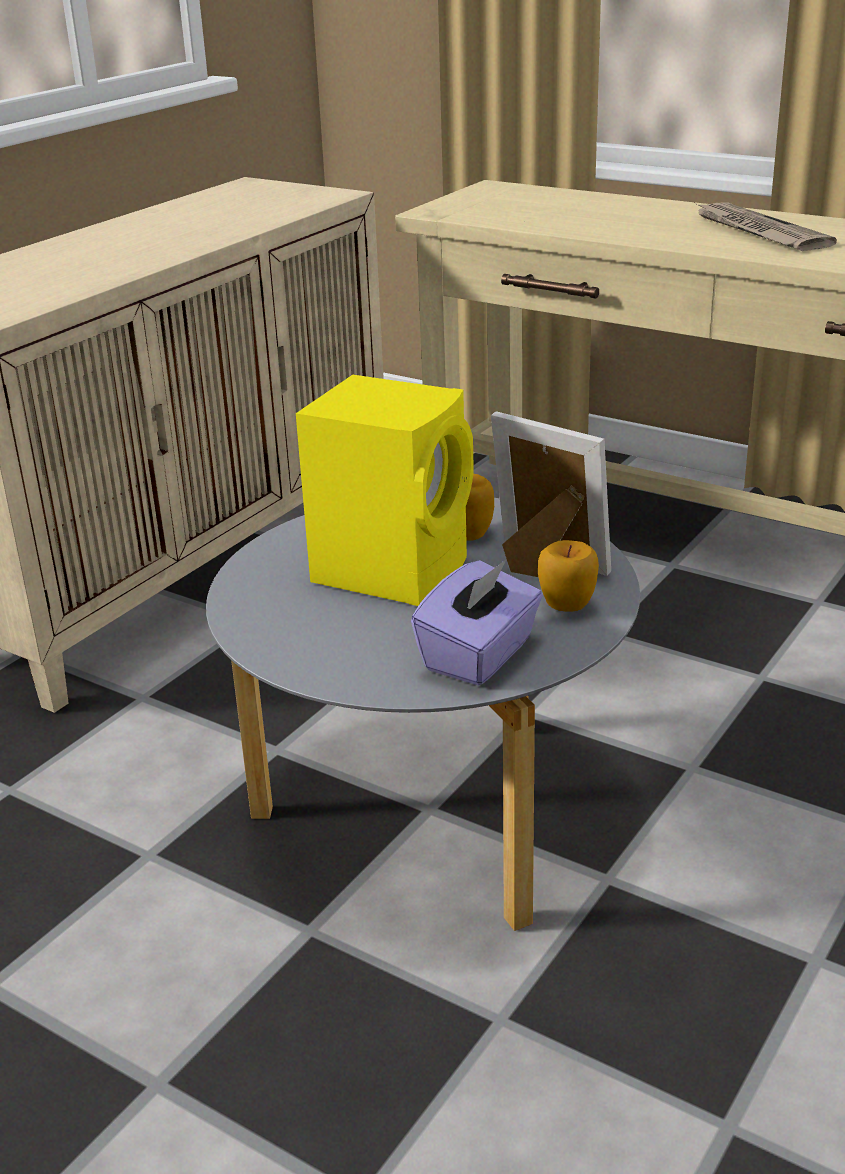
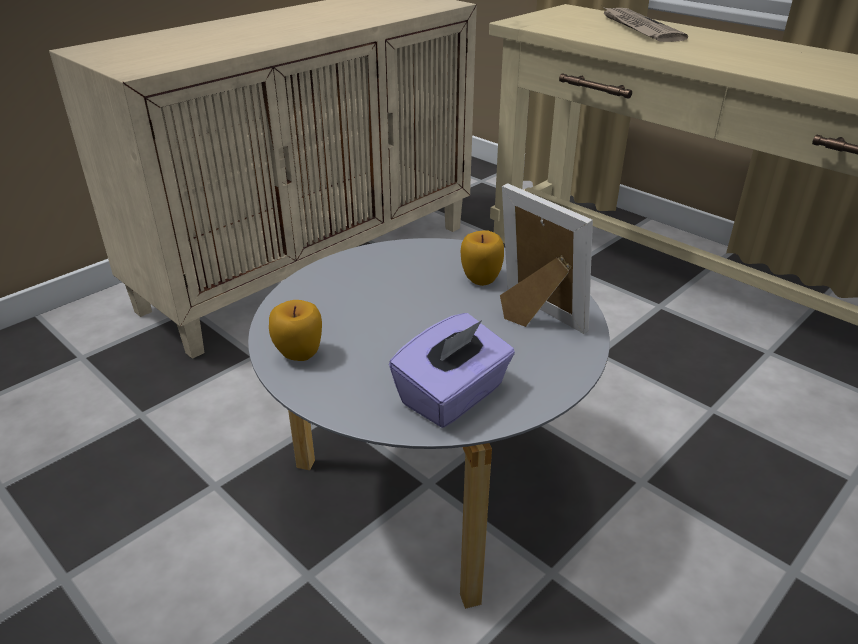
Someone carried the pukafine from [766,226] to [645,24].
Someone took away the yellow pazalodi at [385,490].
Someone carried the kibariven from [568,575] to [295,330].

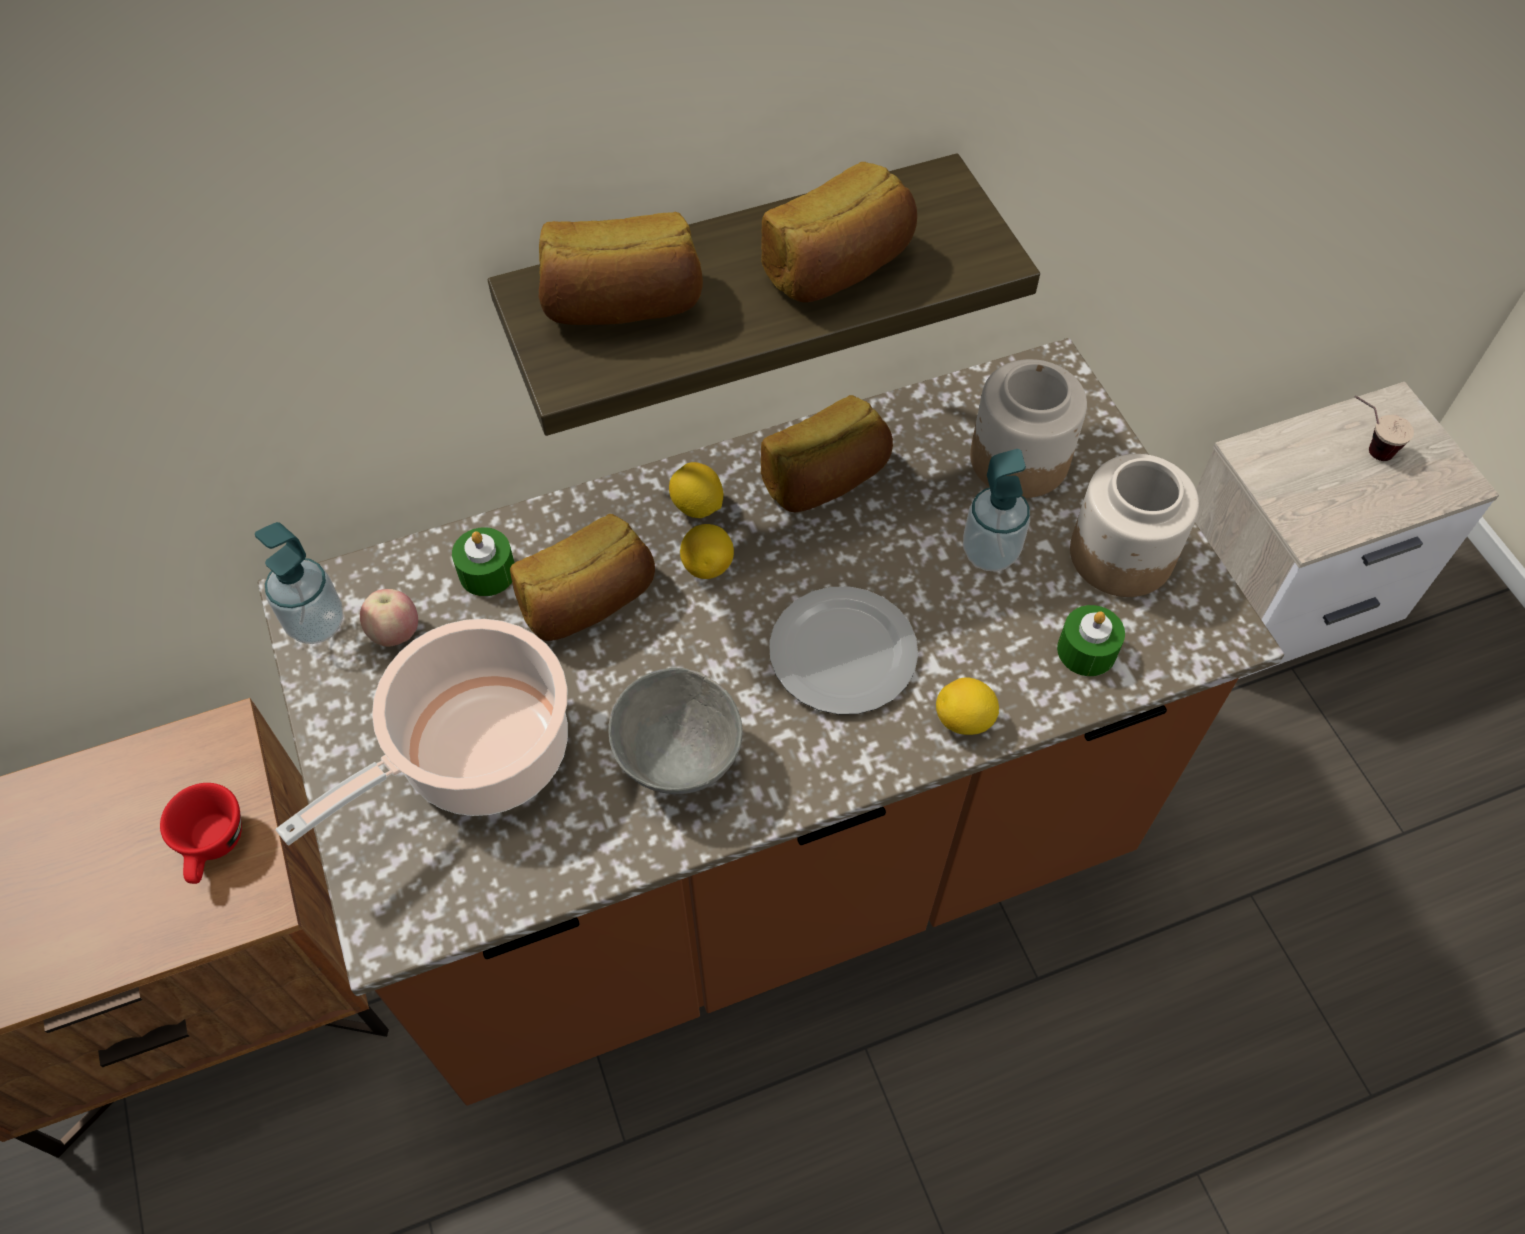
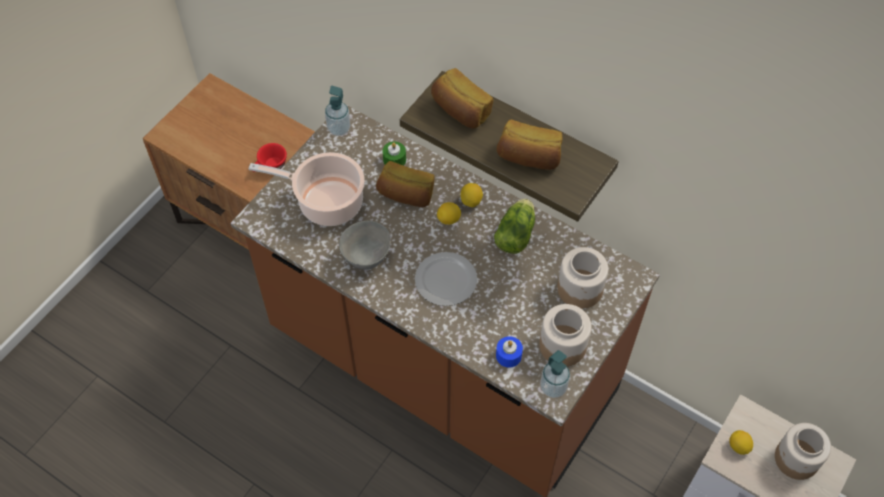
Someone swapped the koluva at [827,454] for the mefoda at [514,226].
Someone swapped the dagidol at [1384,428] for the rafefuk at [803,451].
Someone carried the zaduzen from [996,510] to [555,374].
Someone took away the kibariven at [389,618].
Someone repainted the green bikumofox at [1091,640], which became the blue bikumofox at [509,352].
Someone carried the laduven from [967,706] to [741,442].

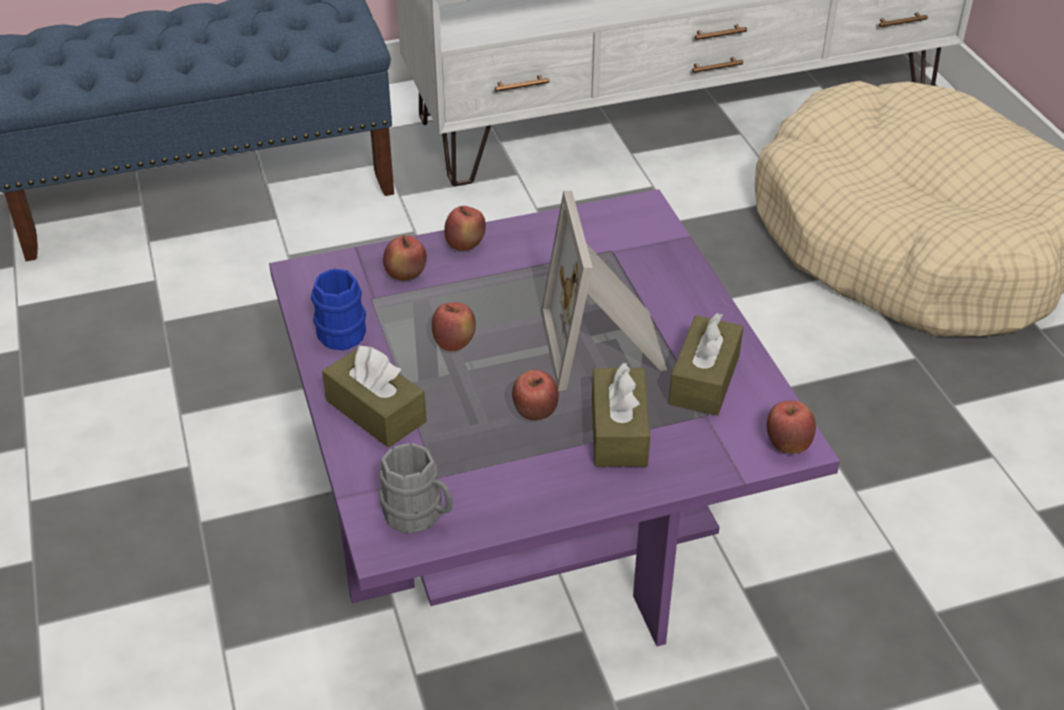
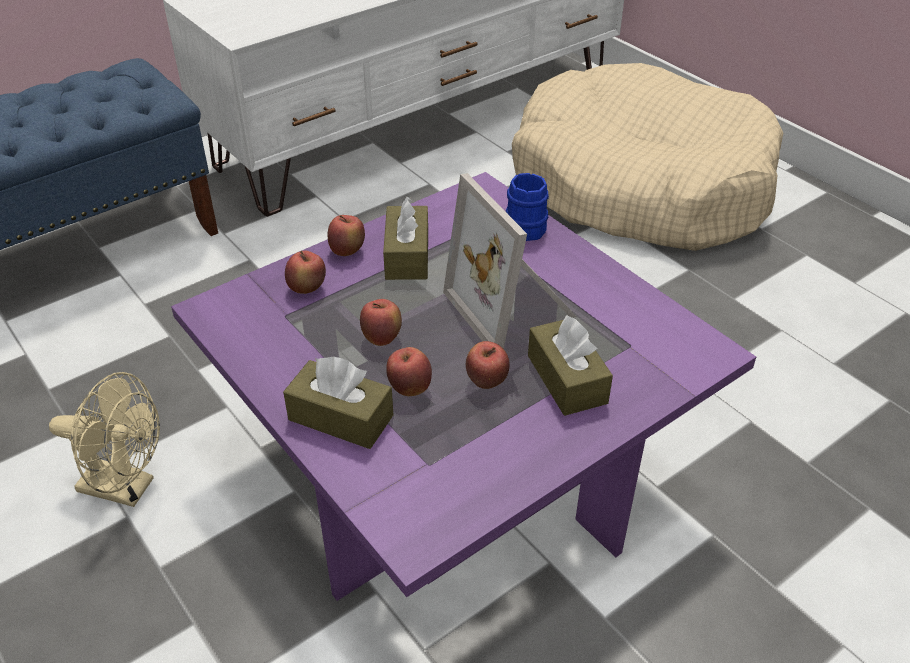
Someone carried the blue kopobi from [338,310] to [527,207].
Someone carried the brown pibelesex from [706,364] to [405,238].
Someone carried the kibariven from [791,427] to [409,371].
Someone took away the grey kopobi at [416,488].
Someone put down the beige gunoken at [104,439].

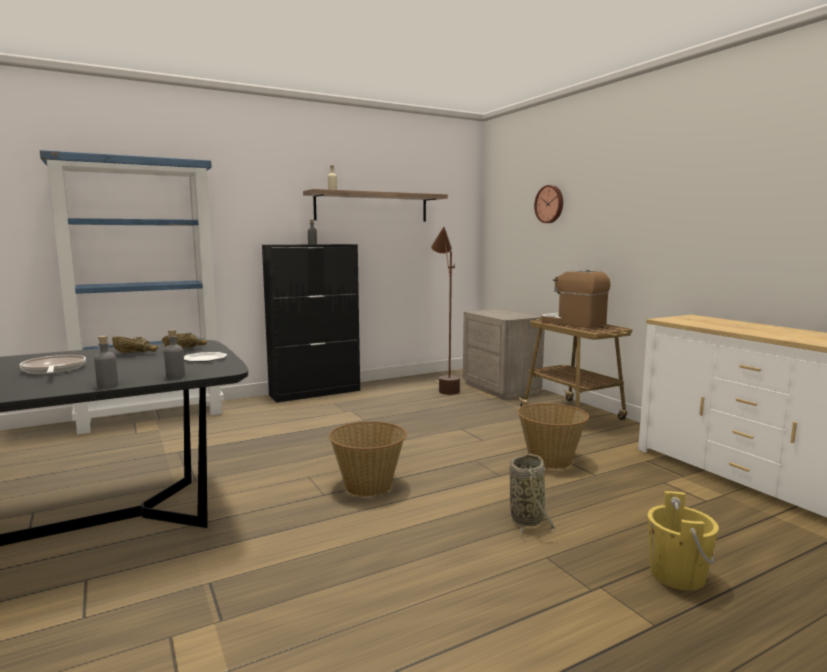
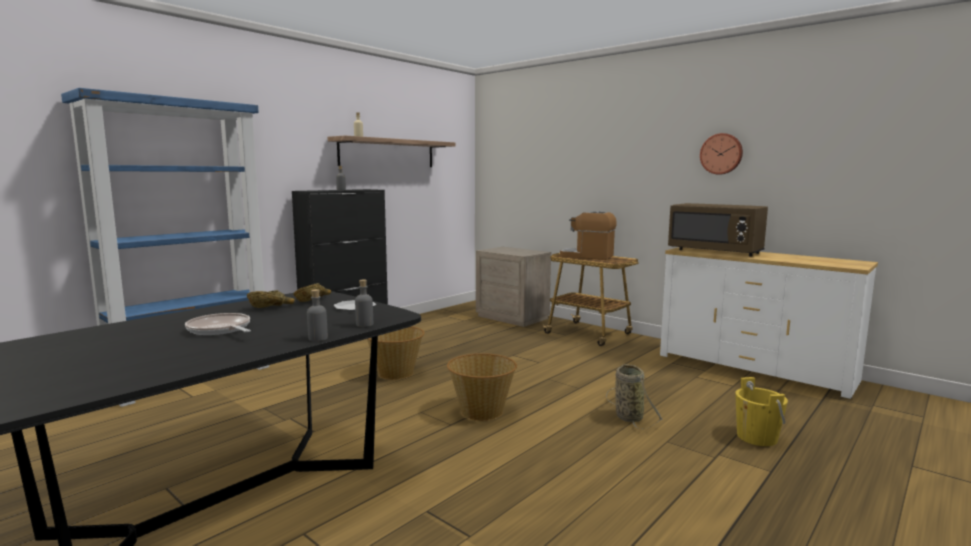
Someone carried the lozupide from [548,204] to [721,153].
Someone took away the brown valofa at [445,311].
Someone carried the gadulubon from [553,436] to [396,353].
Someone put down the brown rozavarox at [718,230].

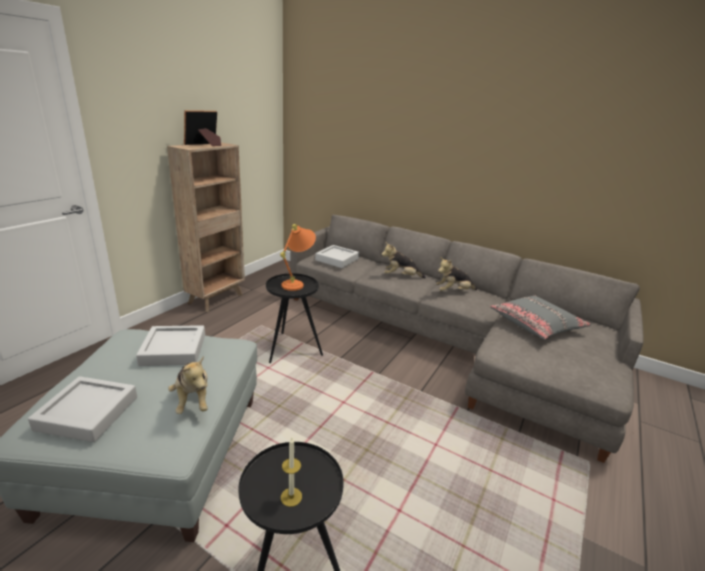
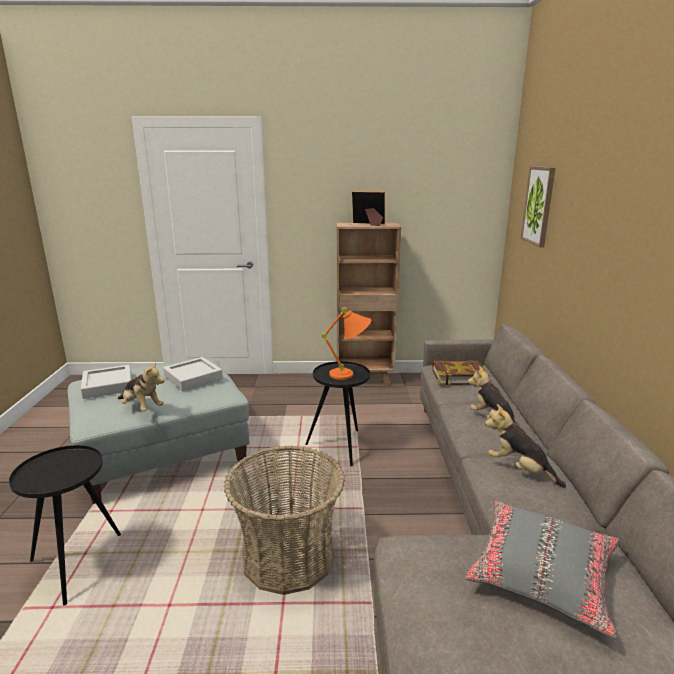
Someone swapped the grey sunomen at [337,256] for the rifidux at [460,372].
Someone rotated the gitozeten at [188,385] by 90 degrees counterclockwise.
Someone took away the bikumofox at [291,472].
Someone put up the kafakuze at [538,207].
Someone put down the gadulubon at [284,520].

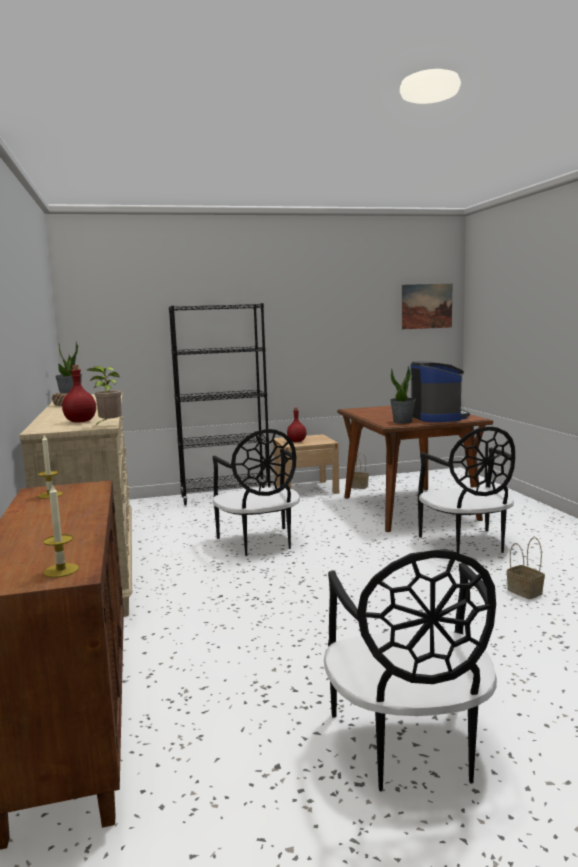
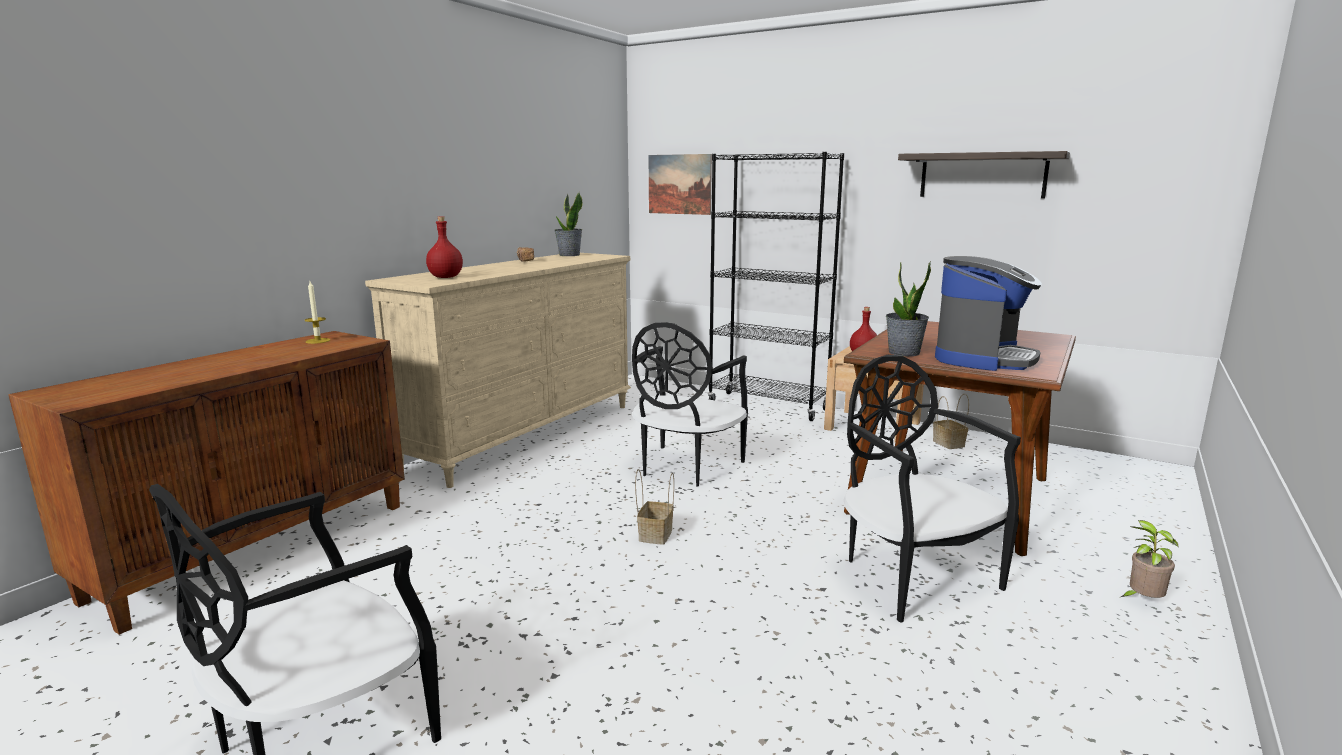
Someone carried the kafakuze from [427,306] to [680,184].
Someone carried the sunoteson from [104,396] to [1148,559].
Someone rotated the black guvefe at [466,490] by 120 degrees clockwise.
Someone took away the bikumofox at [61,531].
Someone carried the gadulubon from [526,568] to [654,507].
Someone put up the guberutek at [984,174].

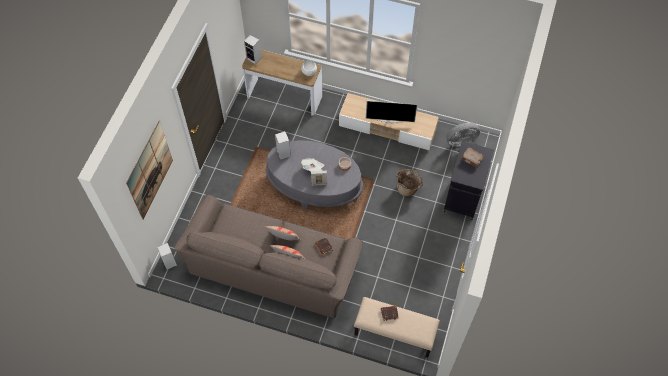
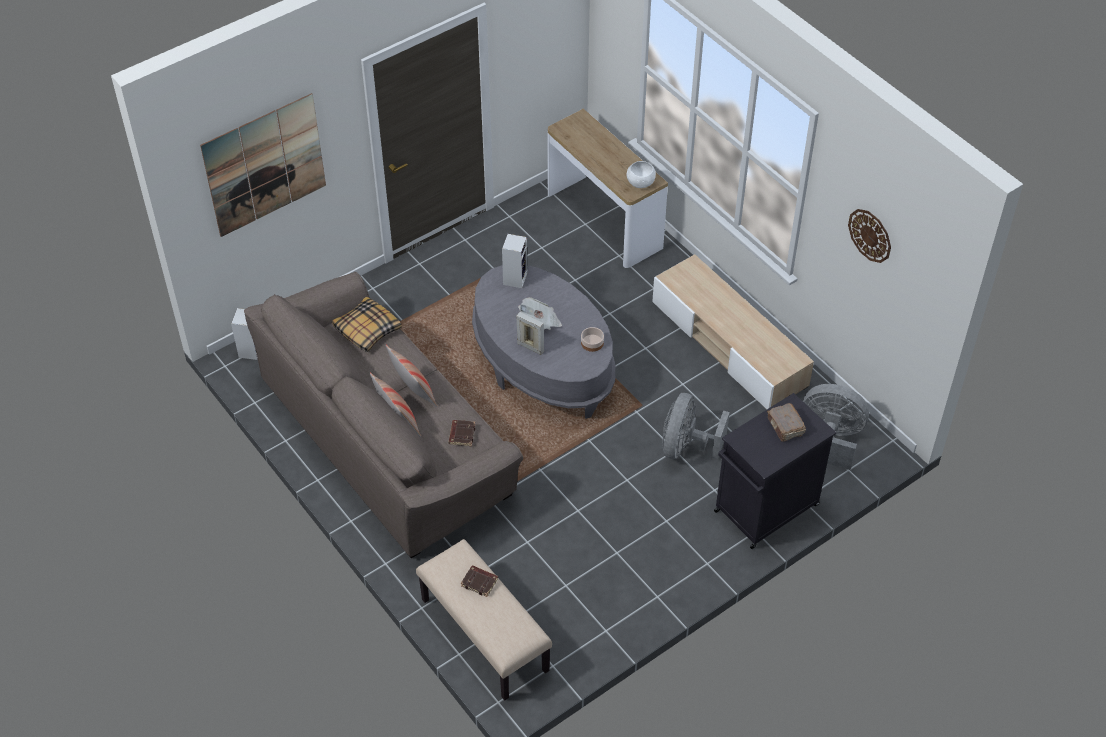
Someone took away the pazalodi at [253,49].
Someone took away the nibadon at [392,112].
Someone swapped the gadulubon at [409,182] for the grey gunoken at [696,426].
Someone put up the lozupide at [869,236].
Someone put down the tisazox at [367,324].

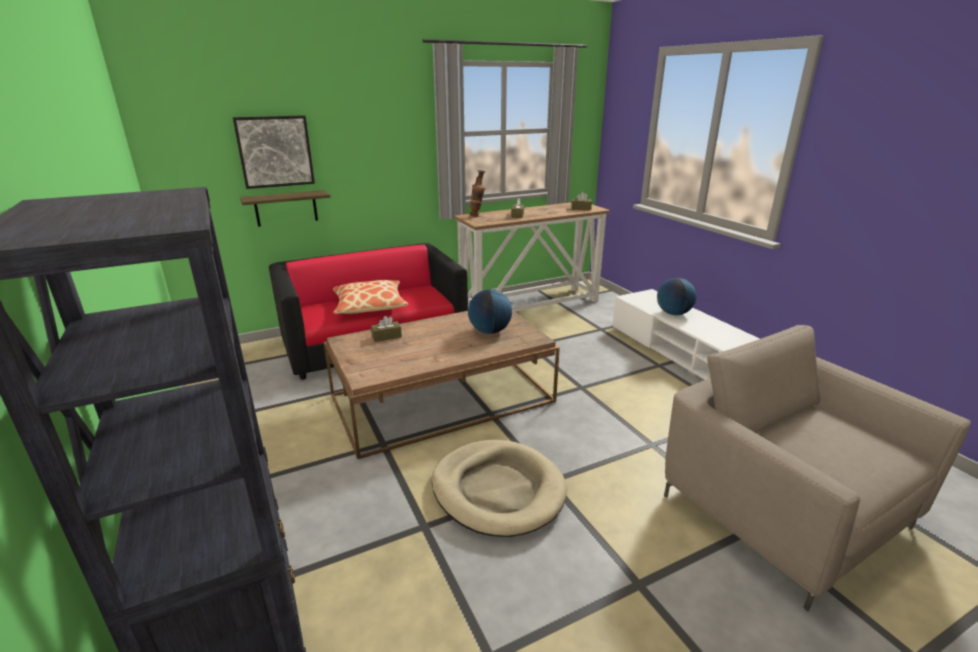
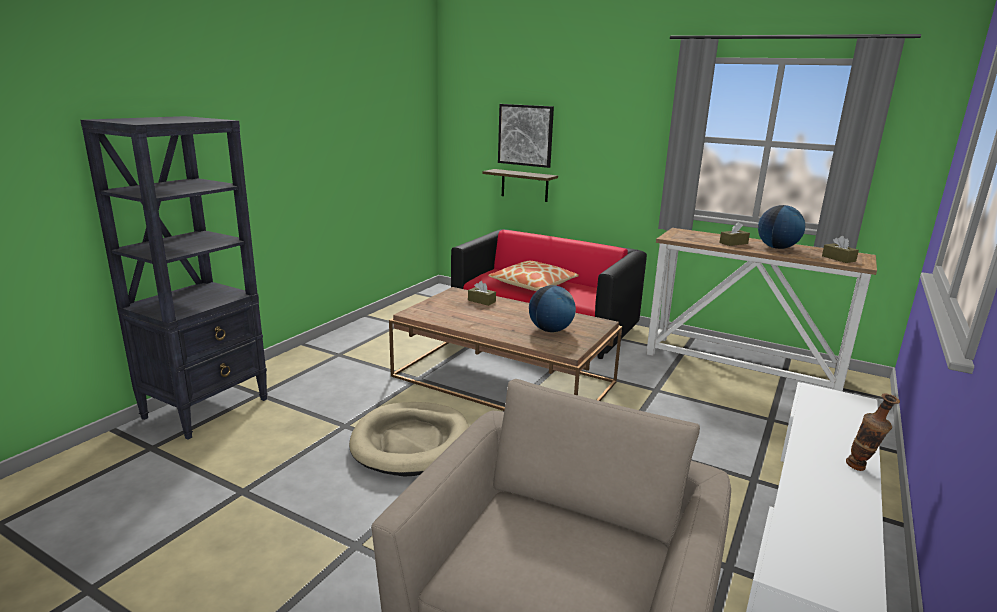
Someone carried the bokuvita from [477,193] to [873,432].
Someone carried the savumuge from [676,296] to [781,227].

